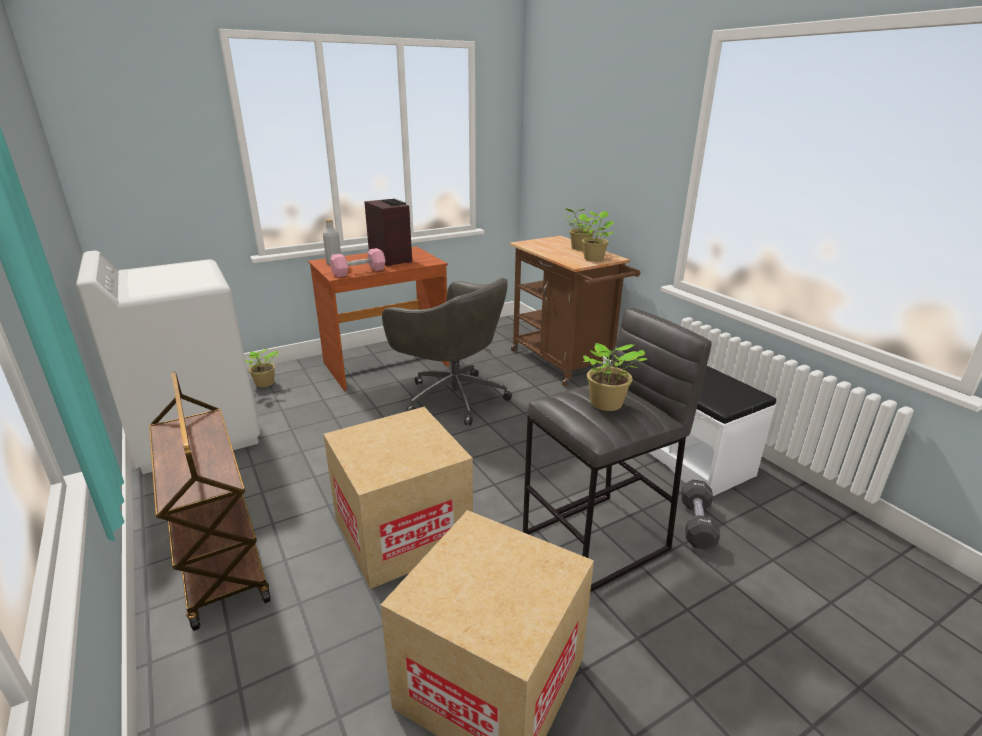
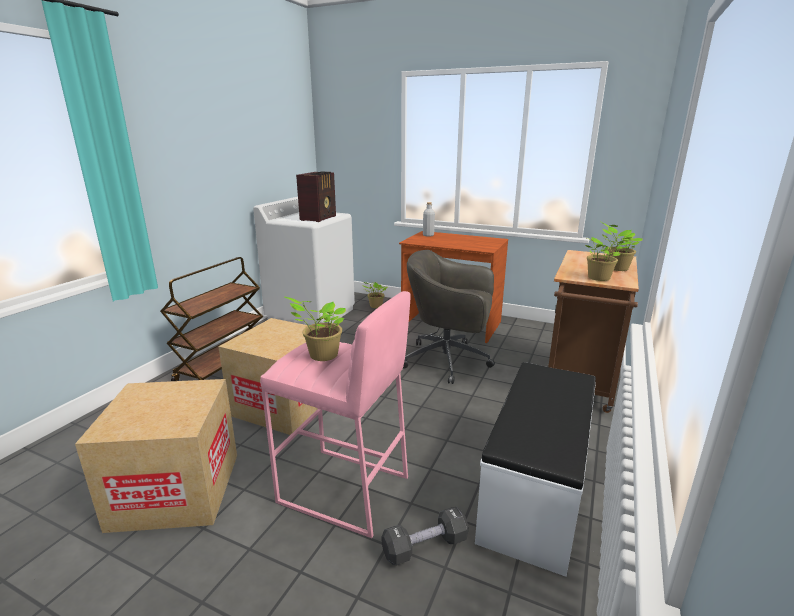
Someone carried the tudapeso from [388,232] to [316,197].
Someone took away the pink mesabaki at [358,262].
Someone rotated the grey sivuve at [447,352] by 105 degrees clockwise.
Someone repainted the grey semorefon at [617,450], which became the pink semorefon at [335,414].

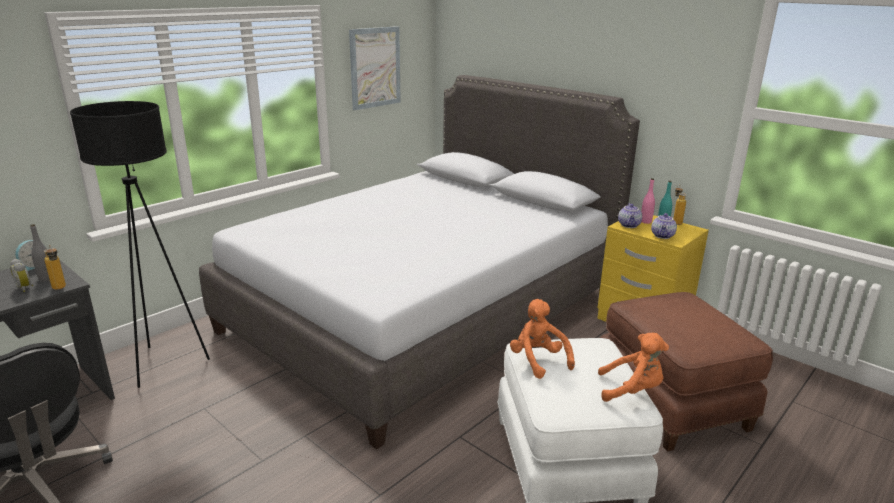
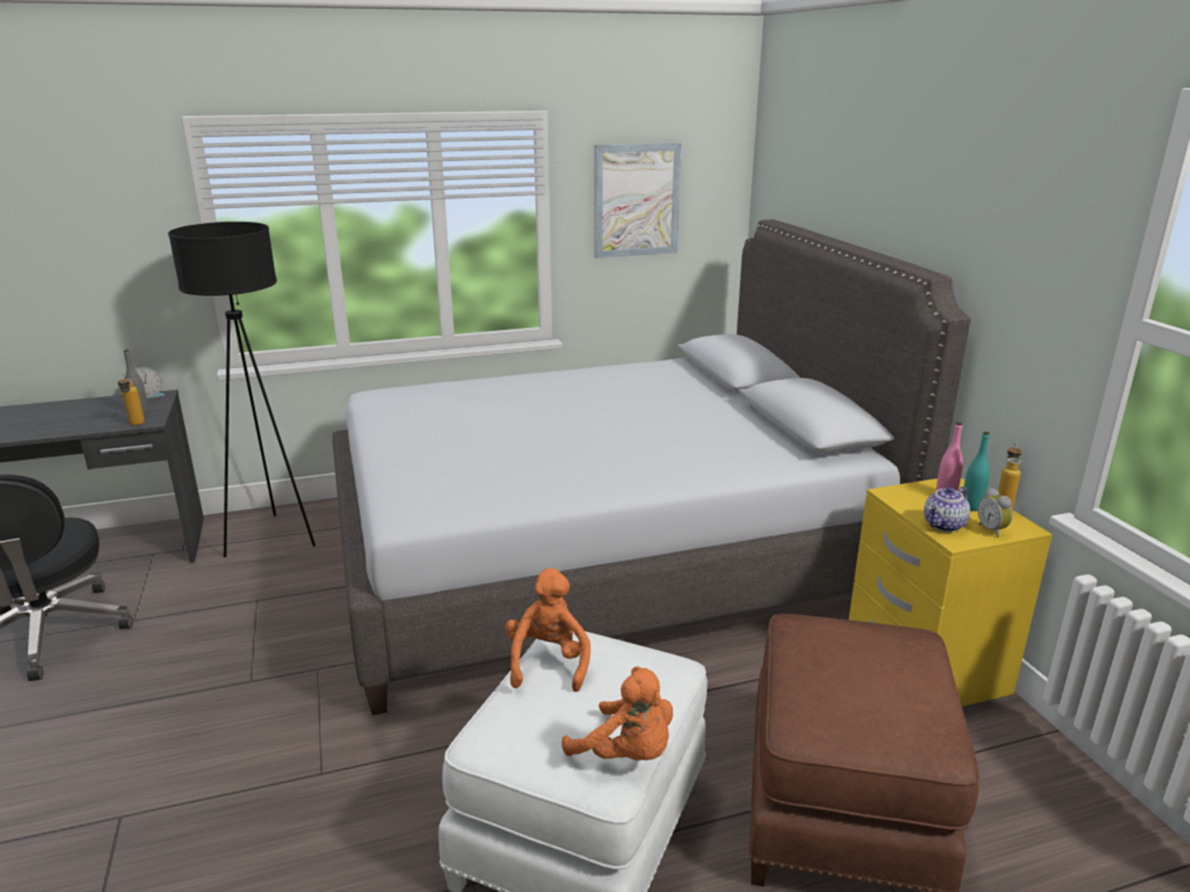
Someone took away the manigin at [630,215].
Someone carried the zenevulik from [21,275] to [995,513].

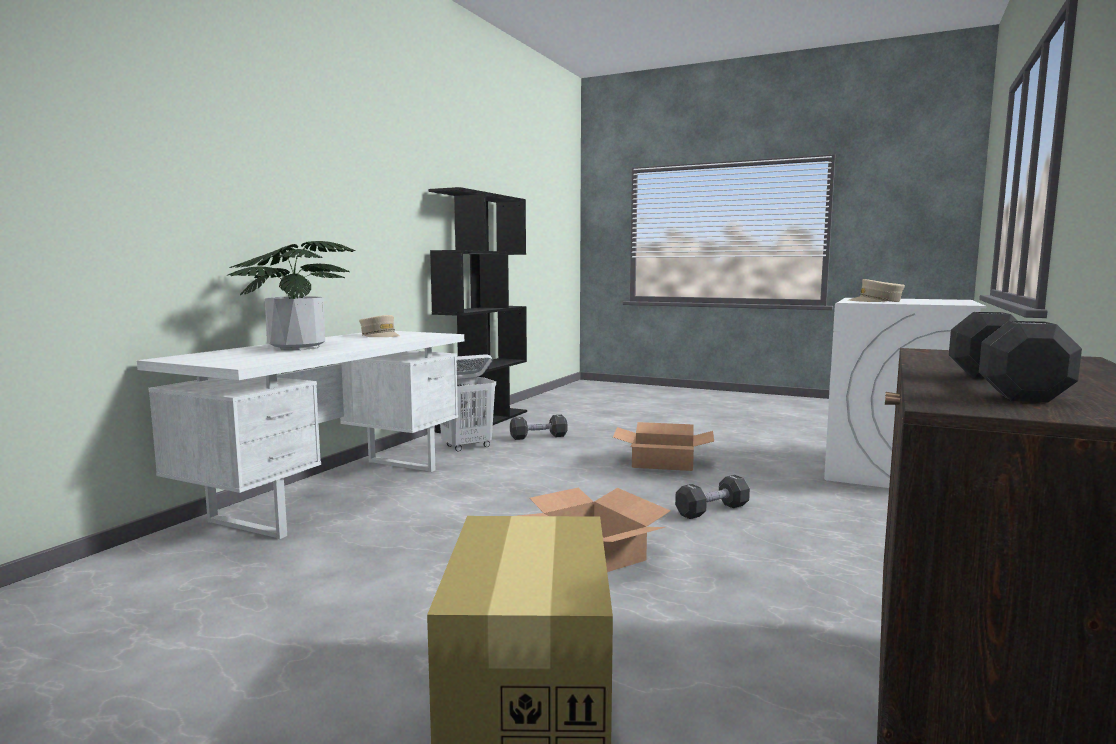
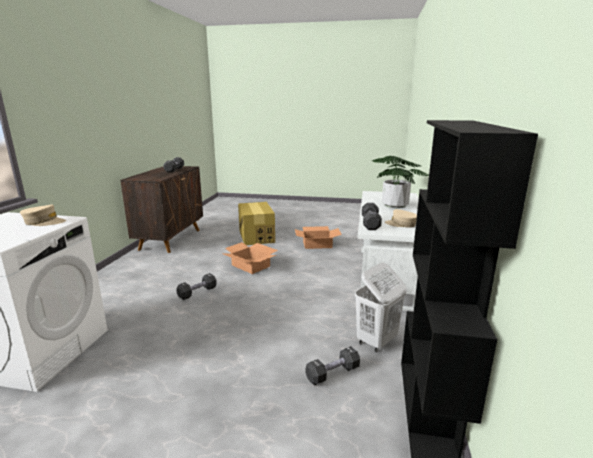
Someone carried the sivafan from [663,446] to [318,237].
Someone put down the black mesabaki at [372,216].

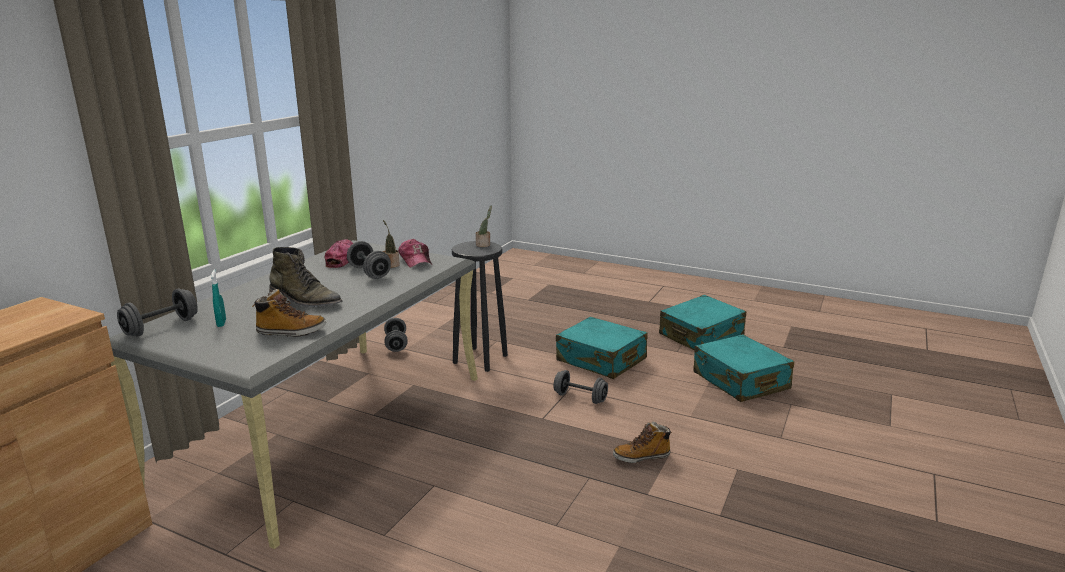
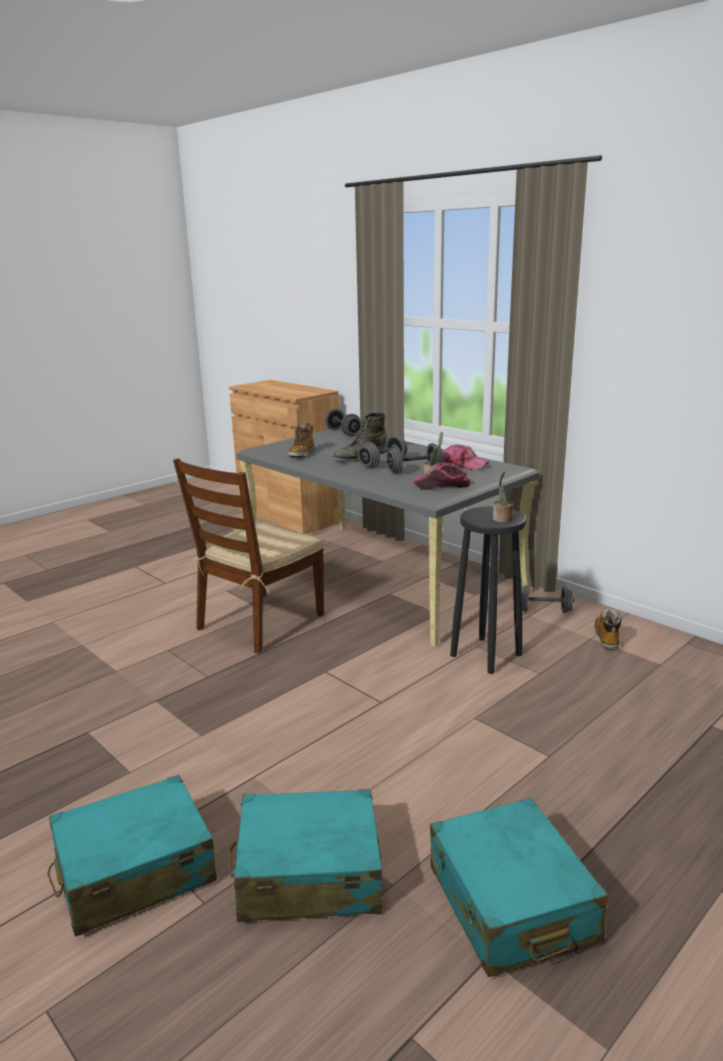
Someone took away the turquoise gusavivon at [218,298].
Someone carried the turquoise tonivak from [602,348] to [132,856].
Someone carried the grey mesabaki from [580,387] to [382,451].
Someone carried the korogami from [642,442] to [608,629].
Someone put down the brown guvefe at [249,555].

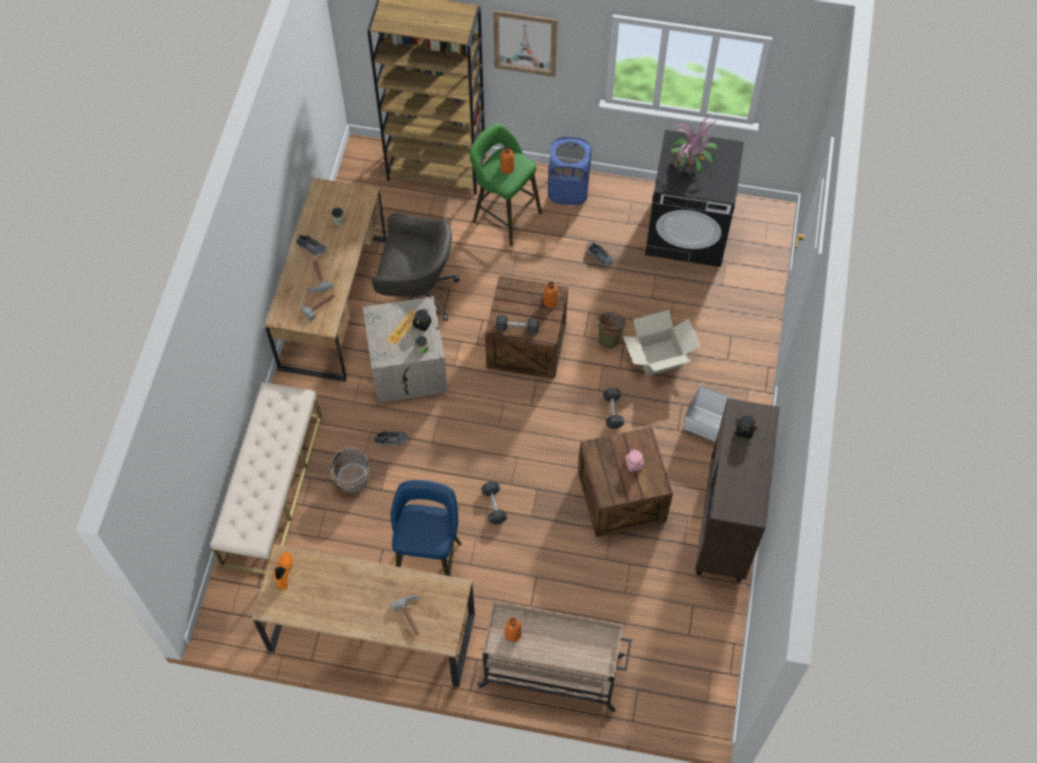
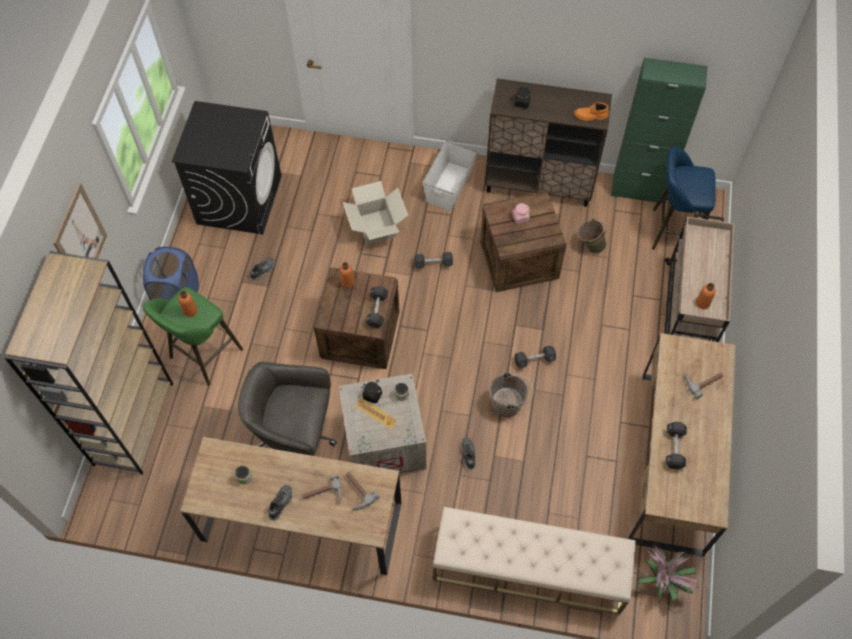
Someone carried the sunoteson from [693,143] to [668,574].
Someone rotated the grey sivuve at [416,267] by 90 degrees counterclockwise.
Someone carried the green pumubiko from [612,330] to [592,236].
Someone carried the brown pumubiko from [349,470] to [511,394].
Someone carried the blue semorefon from [426,528] to [684,198].
Someone carried the orange korogami from [283,571] to [591,111].
Someone put down the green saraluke at [659,131].
Someone put down the black mesabaki at [676,446].

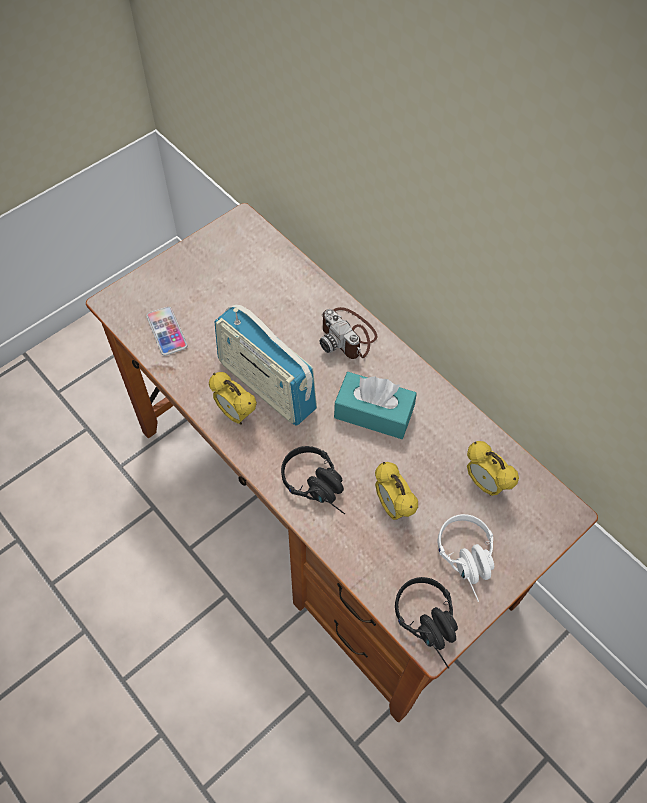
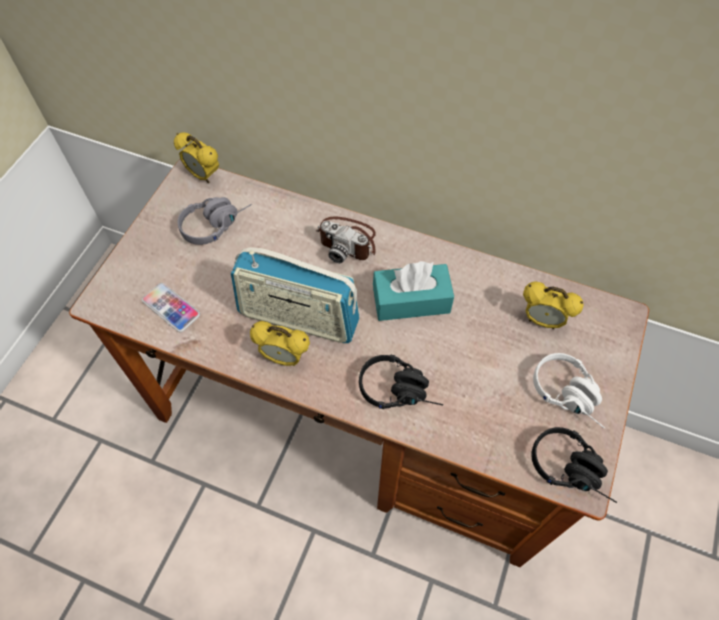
Someone carried the zenevulik from [396,491] to [196,157].
Someone put down the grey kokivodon at [214,221].

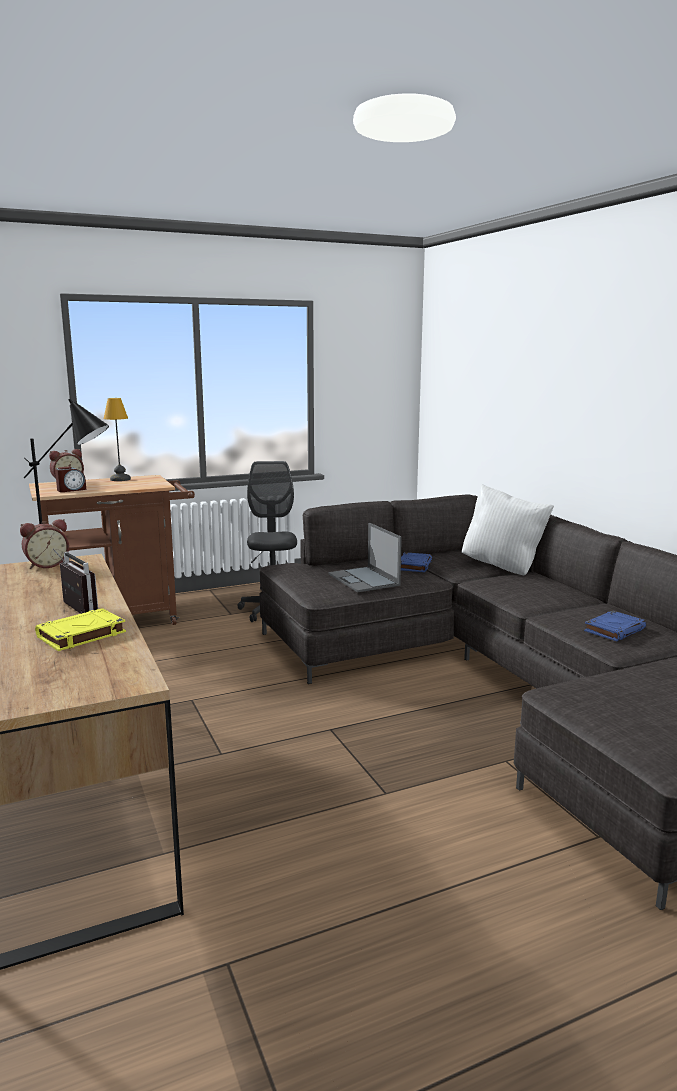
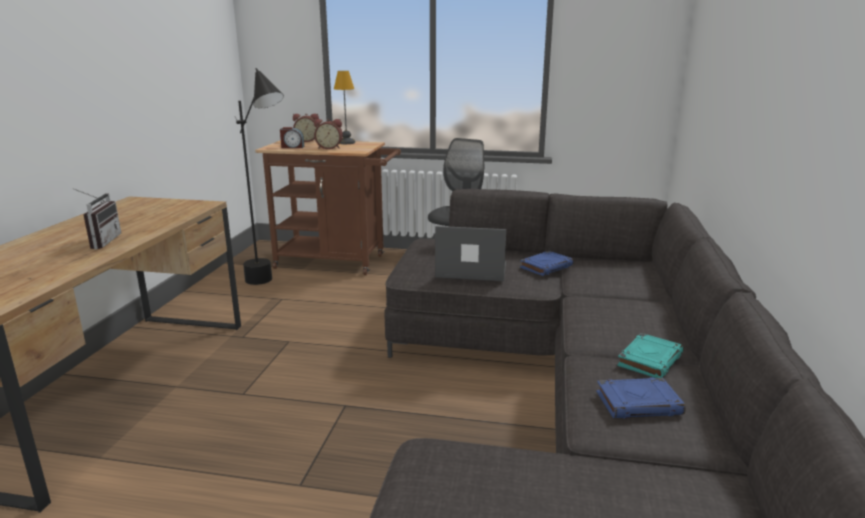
Someone took away the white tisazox at [508,529].
Someone carried the zenevulik from [44,544] to [328,134].
Someone rotated the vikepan at [365,557] by 90 degrees clockwise.
Someone took away the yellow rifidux at [80,629].
Someone put down the turquoise rifidux at [650,355].

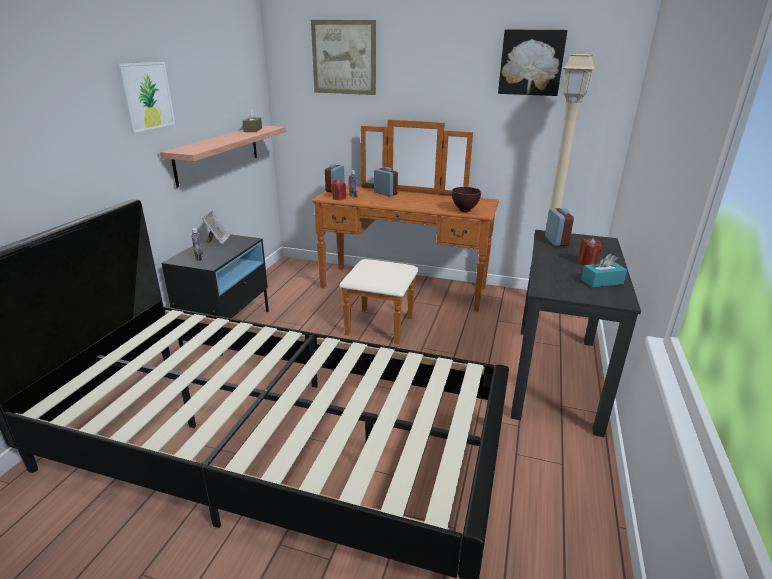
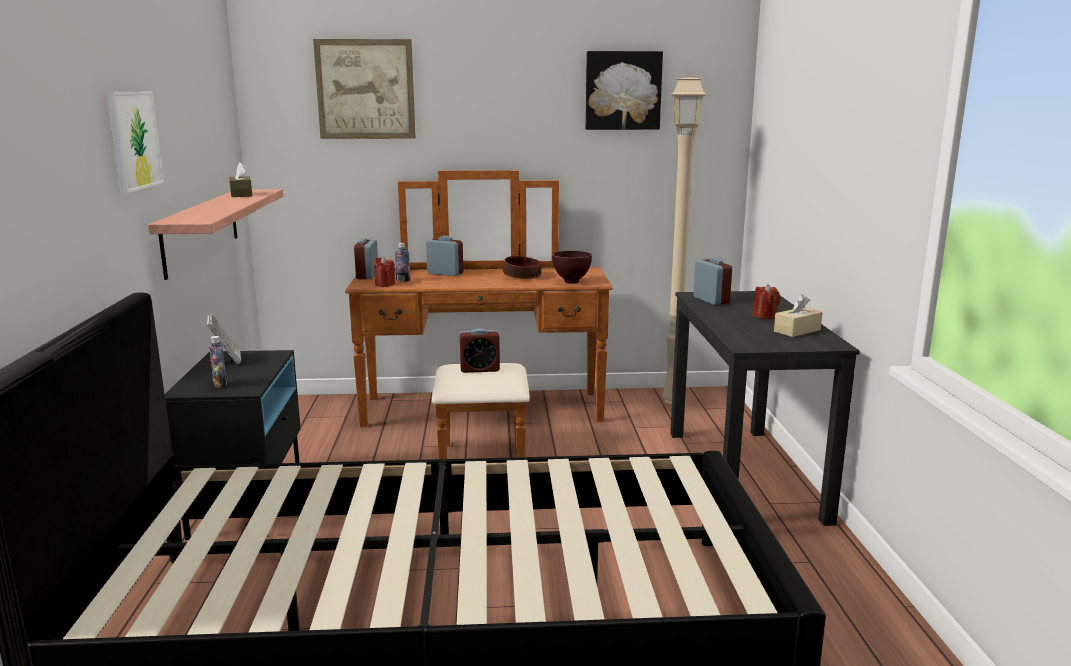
Someone repainted the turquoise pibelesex at [604,271], which became the beige pibelesex at [798,316].
Someone put down the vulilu at [522,267].
Someone put down the zenevulik at [480,350].

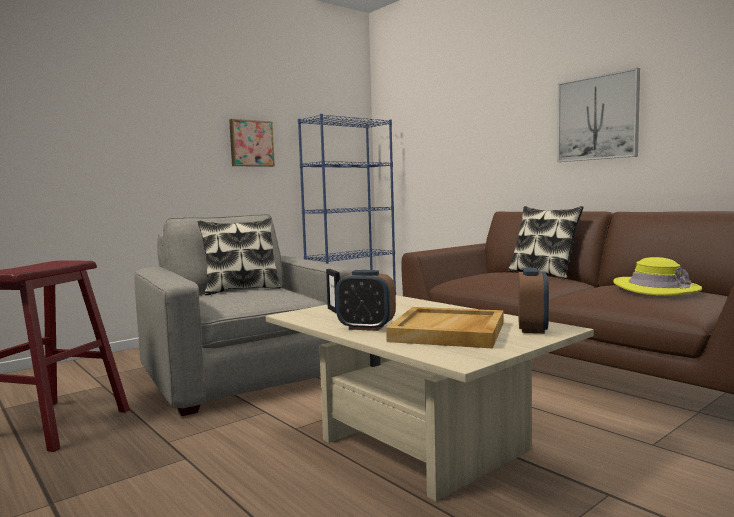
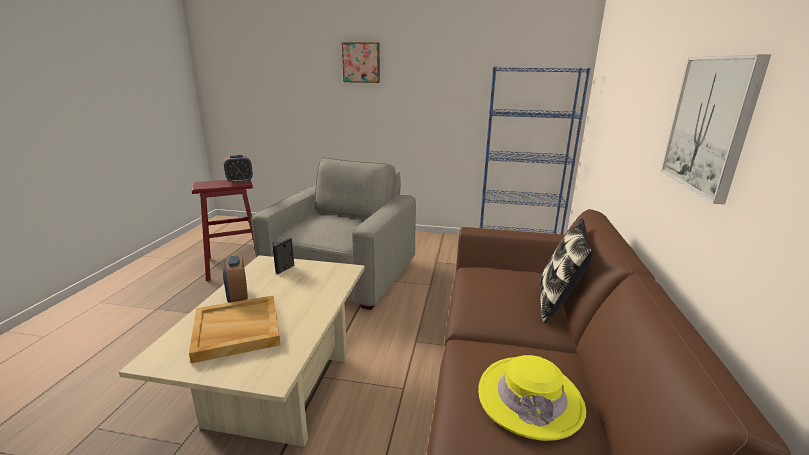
Someone carried the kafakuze from [252,143] to [361,62].
Someone took away the tisazox at [239,256].
Someone carried the zenevulik from [533,300] to [238,169].

